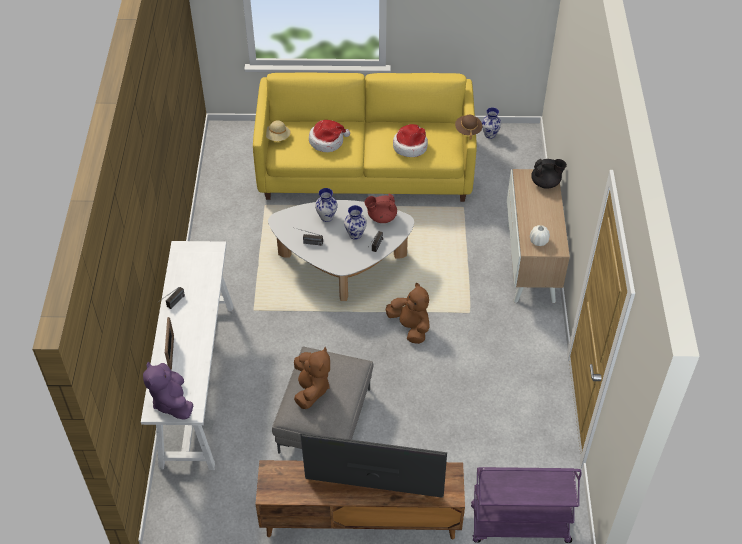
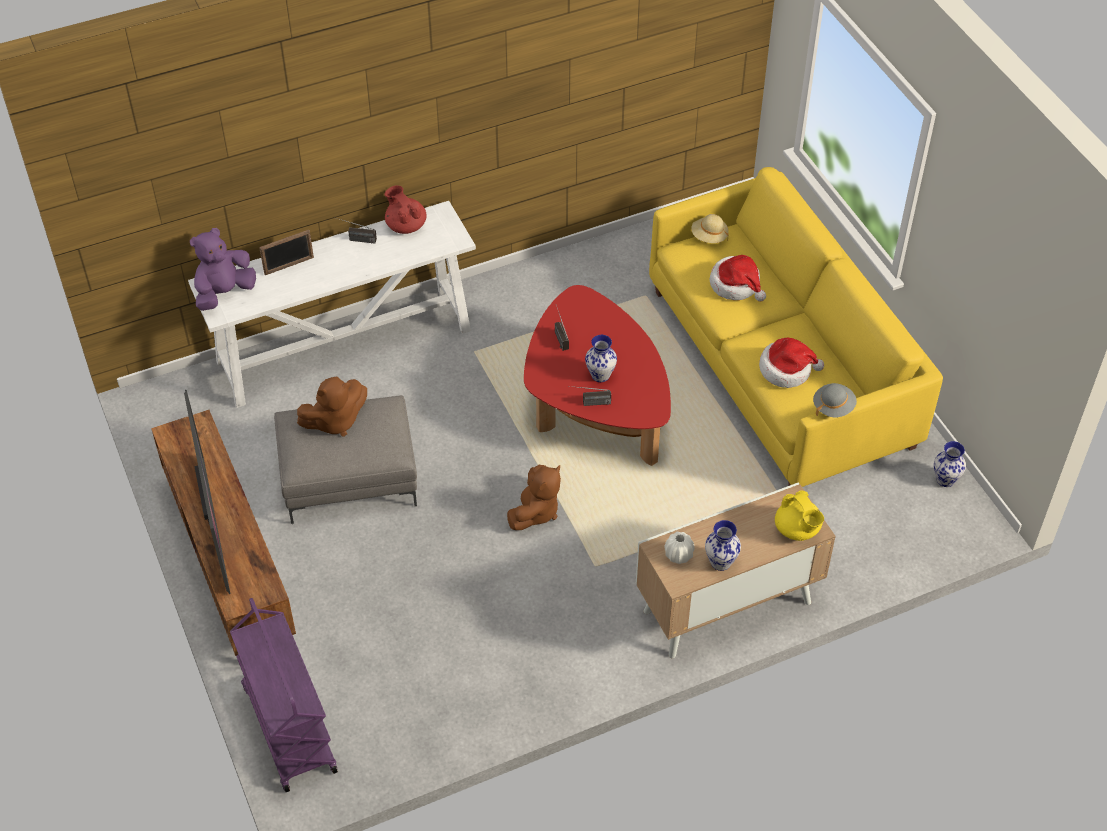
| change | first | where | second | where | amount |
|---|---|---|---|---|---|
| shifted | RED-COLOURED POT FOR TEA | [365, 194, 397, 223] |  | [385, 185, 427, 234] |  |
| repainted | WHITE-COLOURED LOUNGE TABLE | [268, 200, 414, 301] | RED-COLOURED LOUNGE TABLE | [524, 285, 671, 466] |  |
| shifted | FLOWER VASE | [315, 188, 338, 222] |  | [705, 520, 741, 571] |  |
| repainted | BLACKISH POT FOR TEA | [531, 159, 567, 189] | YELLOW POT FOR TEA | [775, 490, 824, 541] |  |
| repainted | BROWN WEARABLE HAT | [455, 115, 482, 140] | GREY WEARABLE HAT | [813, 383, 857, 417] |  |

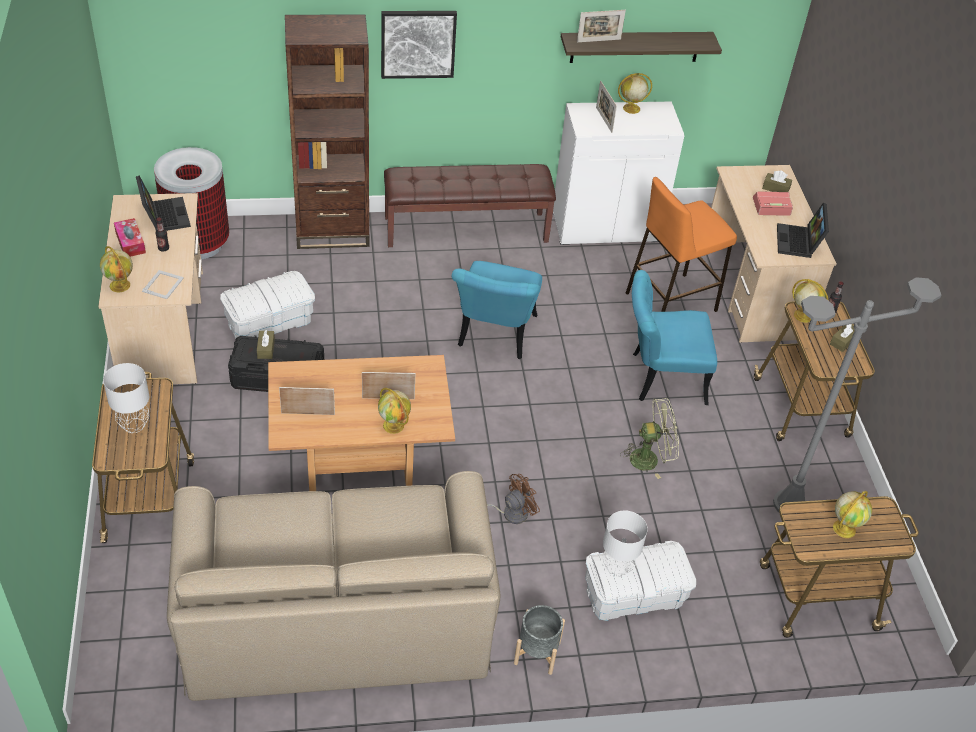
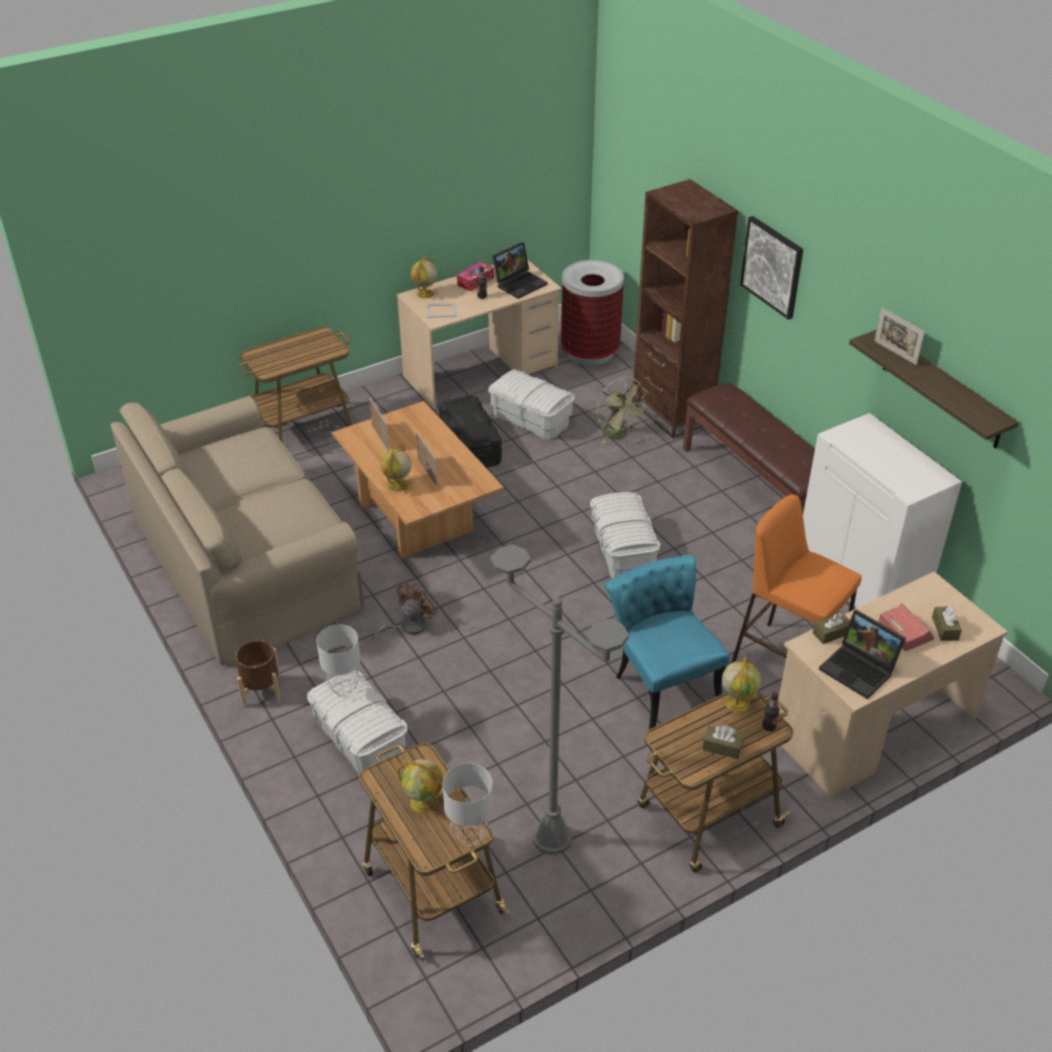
| change | first | where | second | where | amount |
|---|---|---|---|---|---|
| repainted | GREY PLANT POT | [514, 605, 565, 675] | BROWN PLANT POT | [235, 640, 281, 707] |  |
| rotated | BROWN ELECTRIC FAN | [487, 474, 540, 524] |  | [372, 583, 437, 640] | 90 degrees counterclockwise |
| shifted | GREY TABLETOP LAMP | [103, 363, 149, 433] |  | [443, 763, 493, 846] |  |
| swapped | TURQUOISE-COLOURED PLAIN CHAIR | [452, 261, 542, 359] | WHITE-COLOURED STORAGE BOX | [590, 492, 660, 578] |  |
| shifted | GREEN ELECTRIC FAN | [620, 398, 679, 479] |  | [597, 377, 649, 444] |  |
| shifted | BROWN TISSUE HOLDER | [257, 330, 275, 359] |  | [813, 612, 850, 644] |  |
| rotated | PORTABLE COMPUTER | [777, 203, 829, 258] |  | [819, 610, 906, 699] | 120 degrees counterclockwise |
| gone | PICTURE FRAME | [596, 81, 617, 133] |  |  |  |
| gone | GLOBE | [618, 73, 652, 114] |  |  |  |

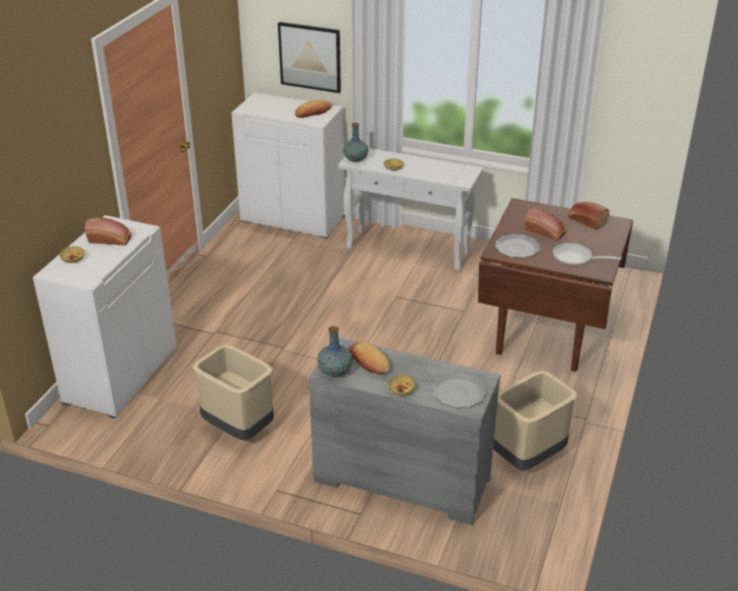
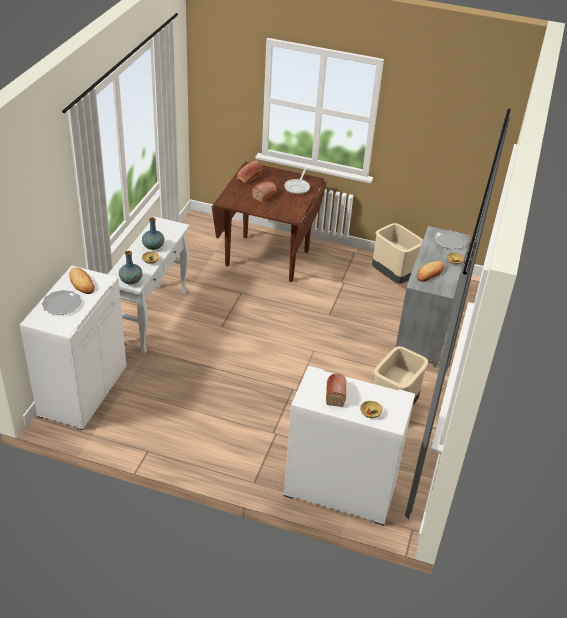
| change | first | where | second | where | amount |
|---|---|---|---|---|---|
| shifted | PLATE | [495, 234, 540, 258] |  | [42, 290, 82, 315] |  |
| shifted | FLOWER VASE | [317, 326, 353, 376] |  | [142, 218, 164, 250] |  |
| gone | WALL PICTURE | [278, 22, 341, 93] |  |  |  |

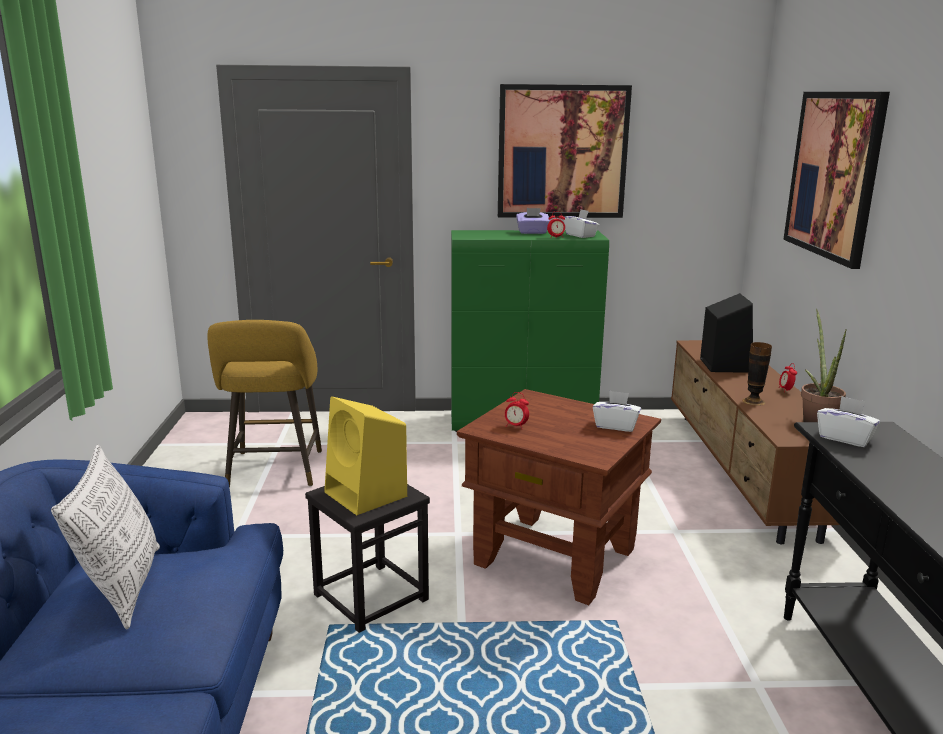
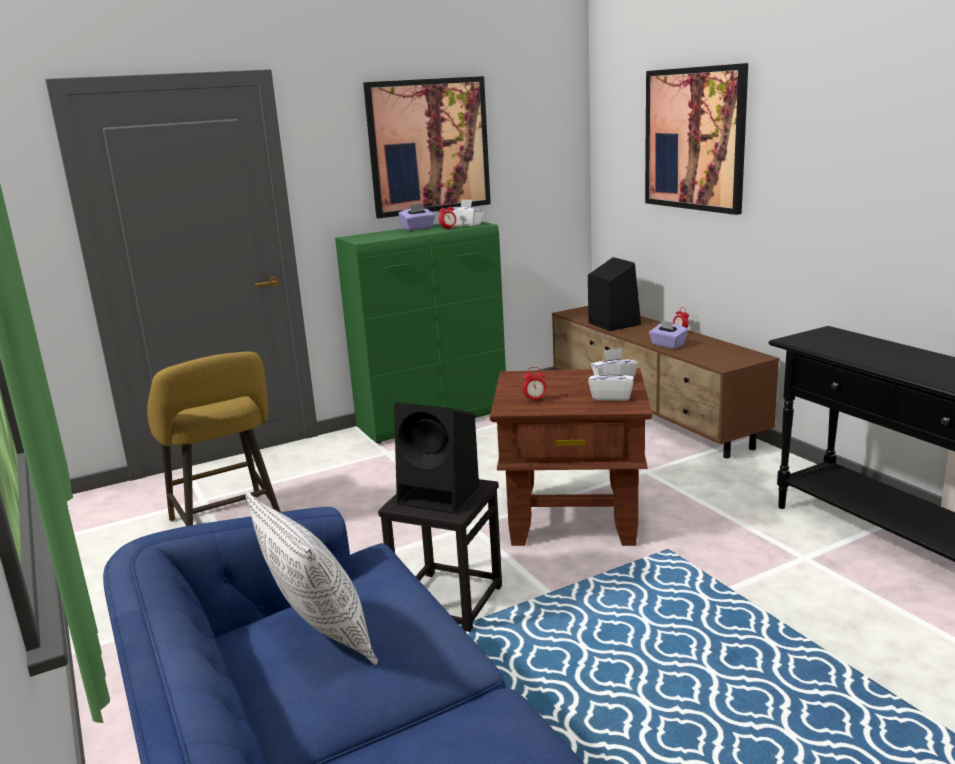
| change | first | where | second | where | amount |
|---|---|---|---|---|---|
| repainted | YELLOW AUDIO SPEAKER | [324, 396, 407, 515] | BLACKISH AUDIO SPEAKER | [394, 402, 479, 514] |  |
| shifted | WHITE-COLOURED TISSUE HOLDER | [817, 396, 880, 447] |  | [588, 363, 634, 401] |  |
| swapped | FLOWER VASE | [742, 342, 772, 406] | PURPLISH TISSUE HOLDER | [649, 320, 688, 349] |  |
| gone | HOUSEPLANT | [801, 309, 847, 422] |  |  |  |

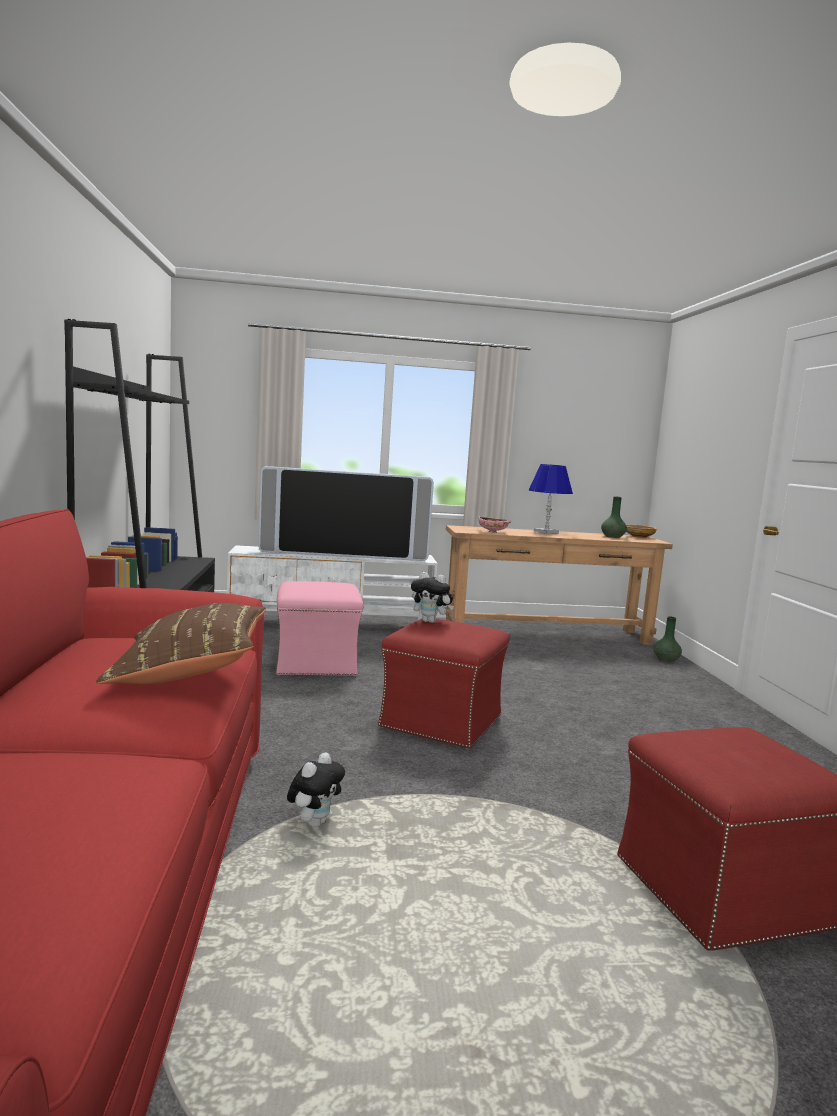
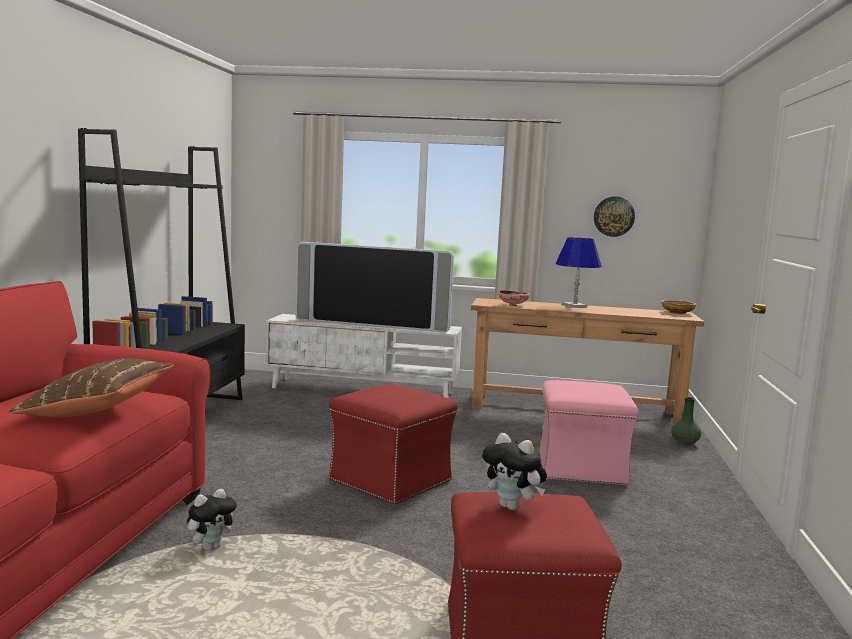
| change | first | where | second | where | amount |
|---|---|---|---|---|---|
| shifted | CUDDLY TOY | [411, 572, 454, 623] |  | [482, 433, 547, 510] |  |
| shifted | PINK-COLOURED OTTOMAN | [276, 581, 363, 676] |  | [539, 380, 639, 486] |  |
| new |  |  | WALL CLOCK | [594, 197, 635, 237] |  |
| gone | GREEN FLOWER VASE | [601, 496, 627, 538] |  |  |  |

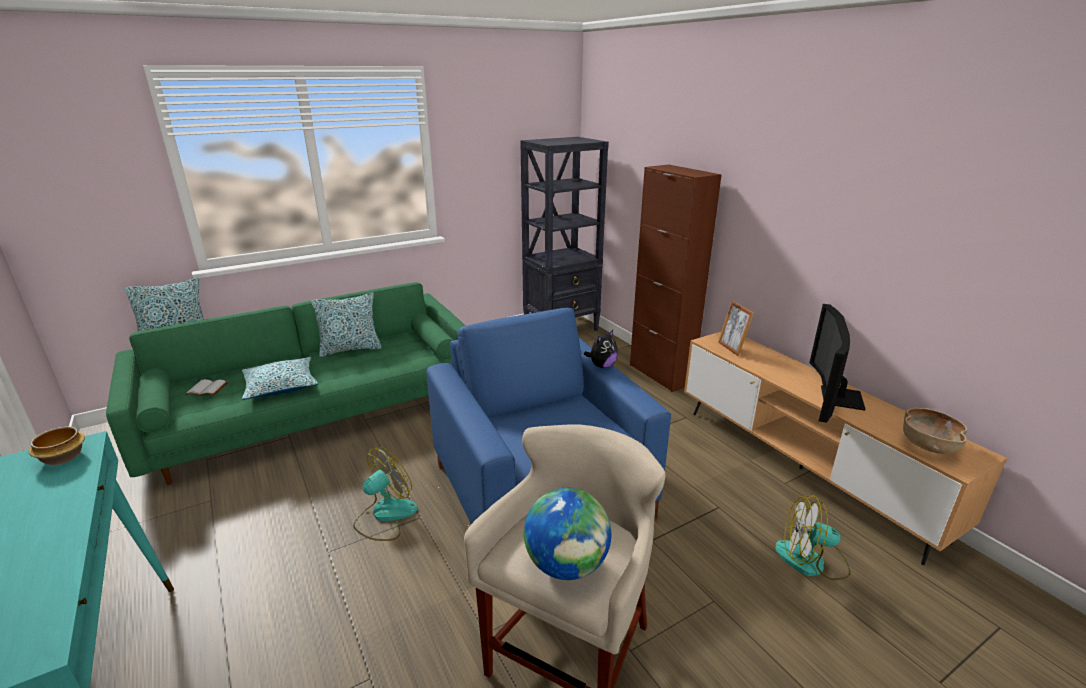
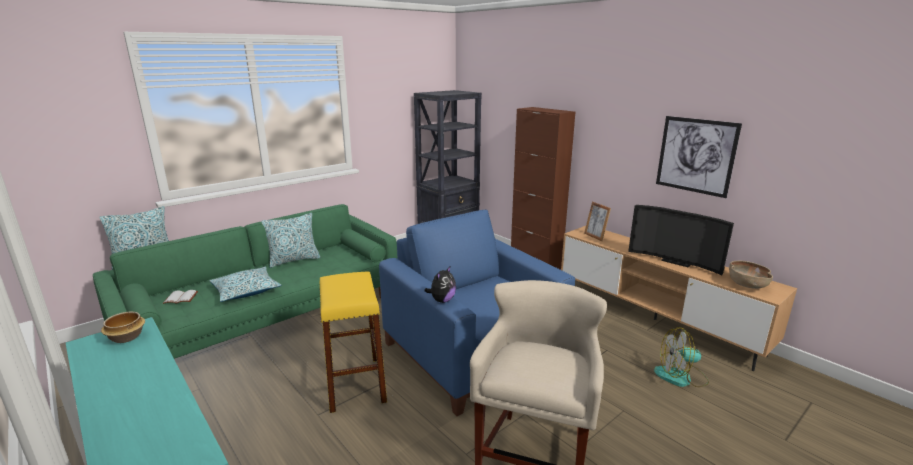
| change | first | where | second | where | amount |
|---|---|---|---|---|---|
| swapped | ELECTRIC FAN | [353, 447, 418, 541] | YELLOW STOOL | [319, 272, 387, 413] |  |
| shifted | CUDDLY TOY | [584, 330, 618, 368] |  | [424, 265, 456, 303] |  |
| rotated | TELEVISION | [809, 304, 865, 423] |  | [628, 205, 734, 275] | 60 degrees counterclockwise |
| new |  |  | WALL PICTURE | [656, 116, 742, 198] |  |
| gone | GLOBE | [524, 488, 611, 580] |  |  |  |

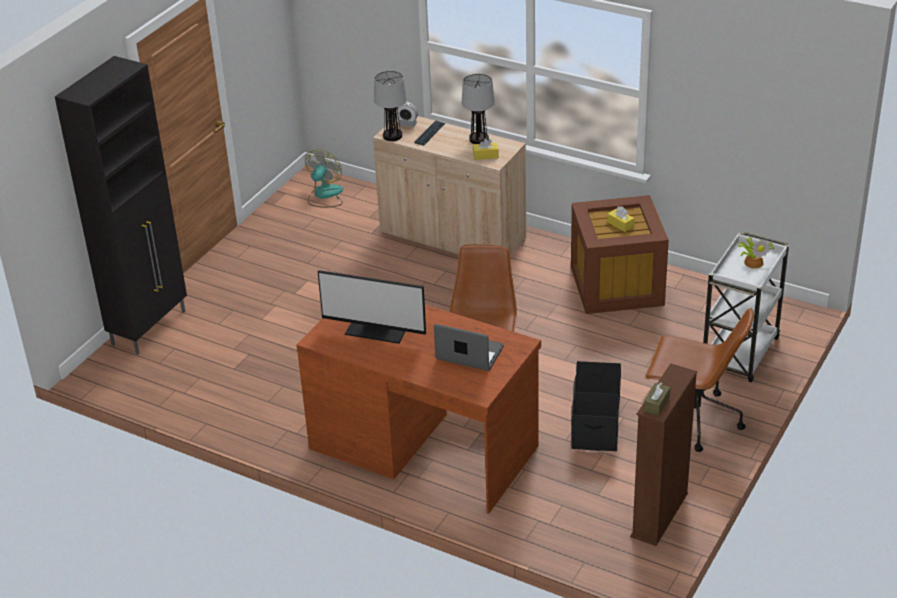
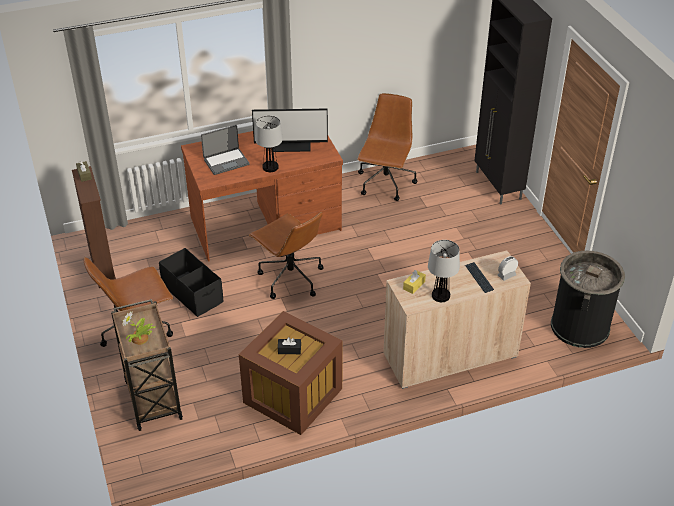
| change | first | where | second | where | amount |
|---|---|---|---|---|---|
| repainted | WHITE-COLOURED CART | [703, 232, 789, 382] | BROWN CART | [111, 299, 183, 431] |  |
| rotated | MONITOR | [318, 270, 426, 344] |  | [252, 108, 328, 152] | 150 degrees counterclockwise |
| shifted | TABLETOP LAMP | [374, 71, 407, 141] |  | [255, 115, 283, 172] |  |
| repainted | YELLOW TISSUE HOLDER | [607, 206, 634, 232] | BLACKISH TISSUE HOLDER | [278, 337, 301, 354] |  |
| new |  |  | BROWN COMPUTER CHAIR | [357, 93, 418, 201] |  |
| swapped | ELECTRIC FAN | [305, 149, 343, 208] | BLACKISH WASTE BIN | [551, 251, 625, 348] |  |

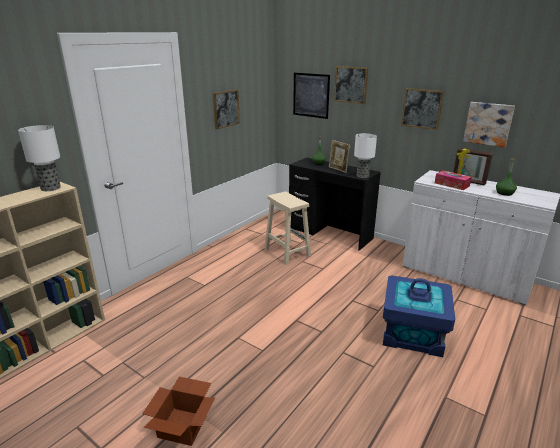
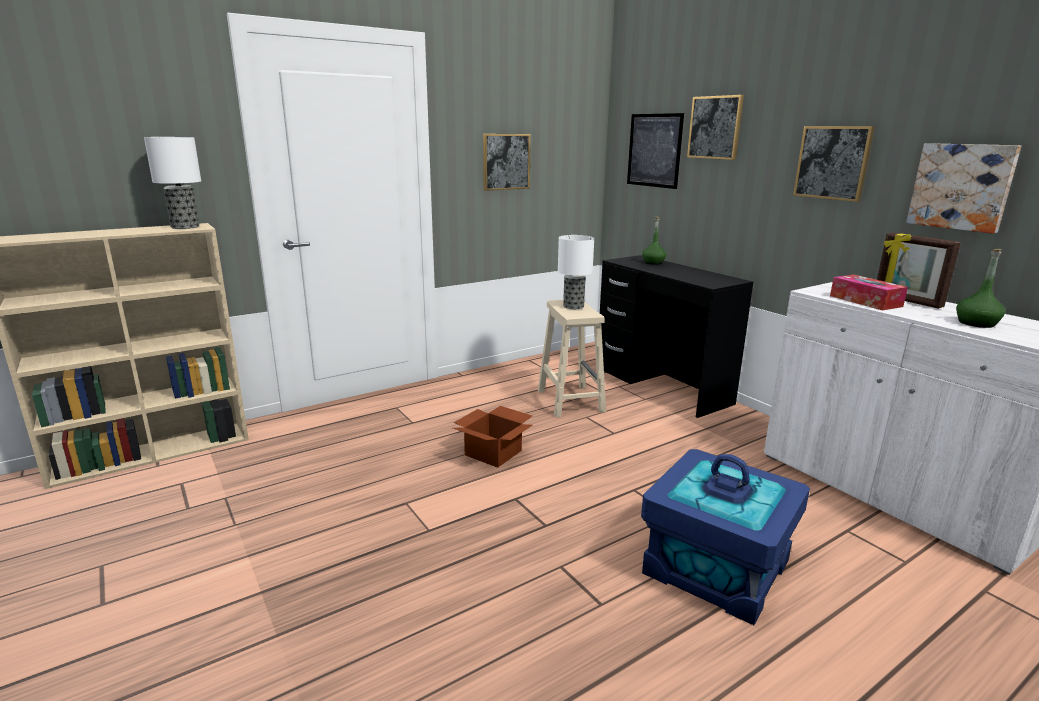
| change | first | where | second | where | amount |
|---|---|---|---|---|---|
| shifted | CARDBOARD BOX | [142, 377, 215, 446] |  | [453, 406, 532, 468] |  |
| shifted | TABLETOP LAMP | [354, 133, 377, 178] |  | [558, 235, 594, 309] |  |
| gone | PICTURE FRAME | [329, 140, 350, 173] |  |  |  |

